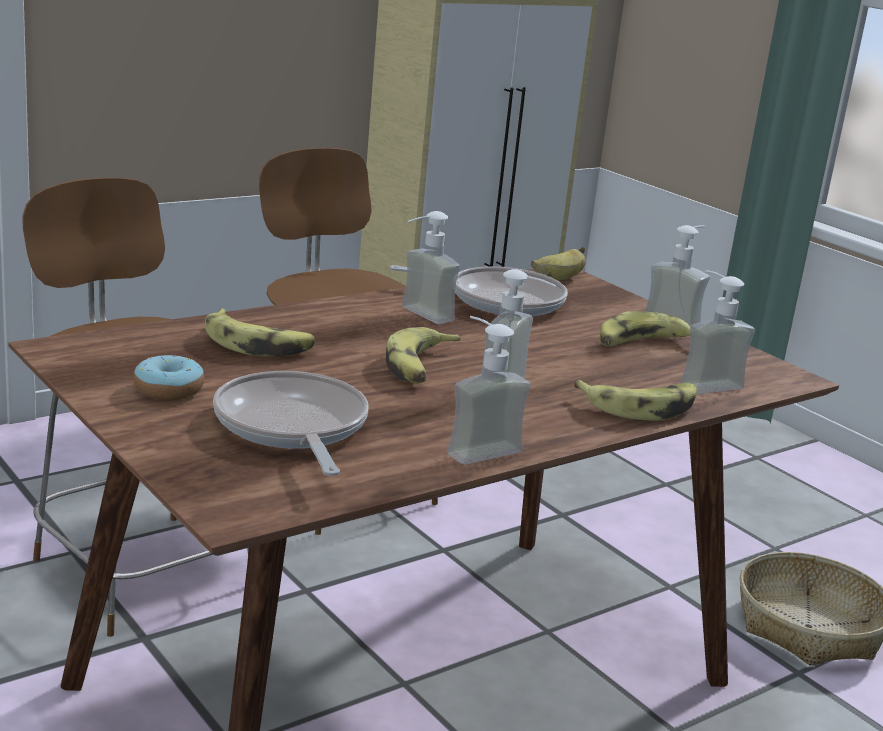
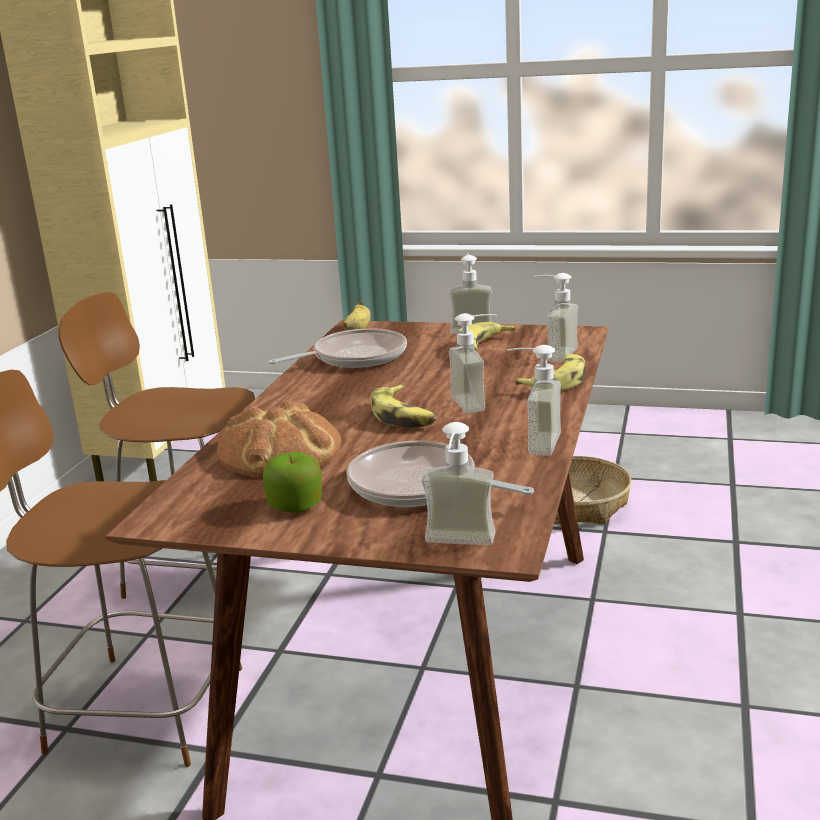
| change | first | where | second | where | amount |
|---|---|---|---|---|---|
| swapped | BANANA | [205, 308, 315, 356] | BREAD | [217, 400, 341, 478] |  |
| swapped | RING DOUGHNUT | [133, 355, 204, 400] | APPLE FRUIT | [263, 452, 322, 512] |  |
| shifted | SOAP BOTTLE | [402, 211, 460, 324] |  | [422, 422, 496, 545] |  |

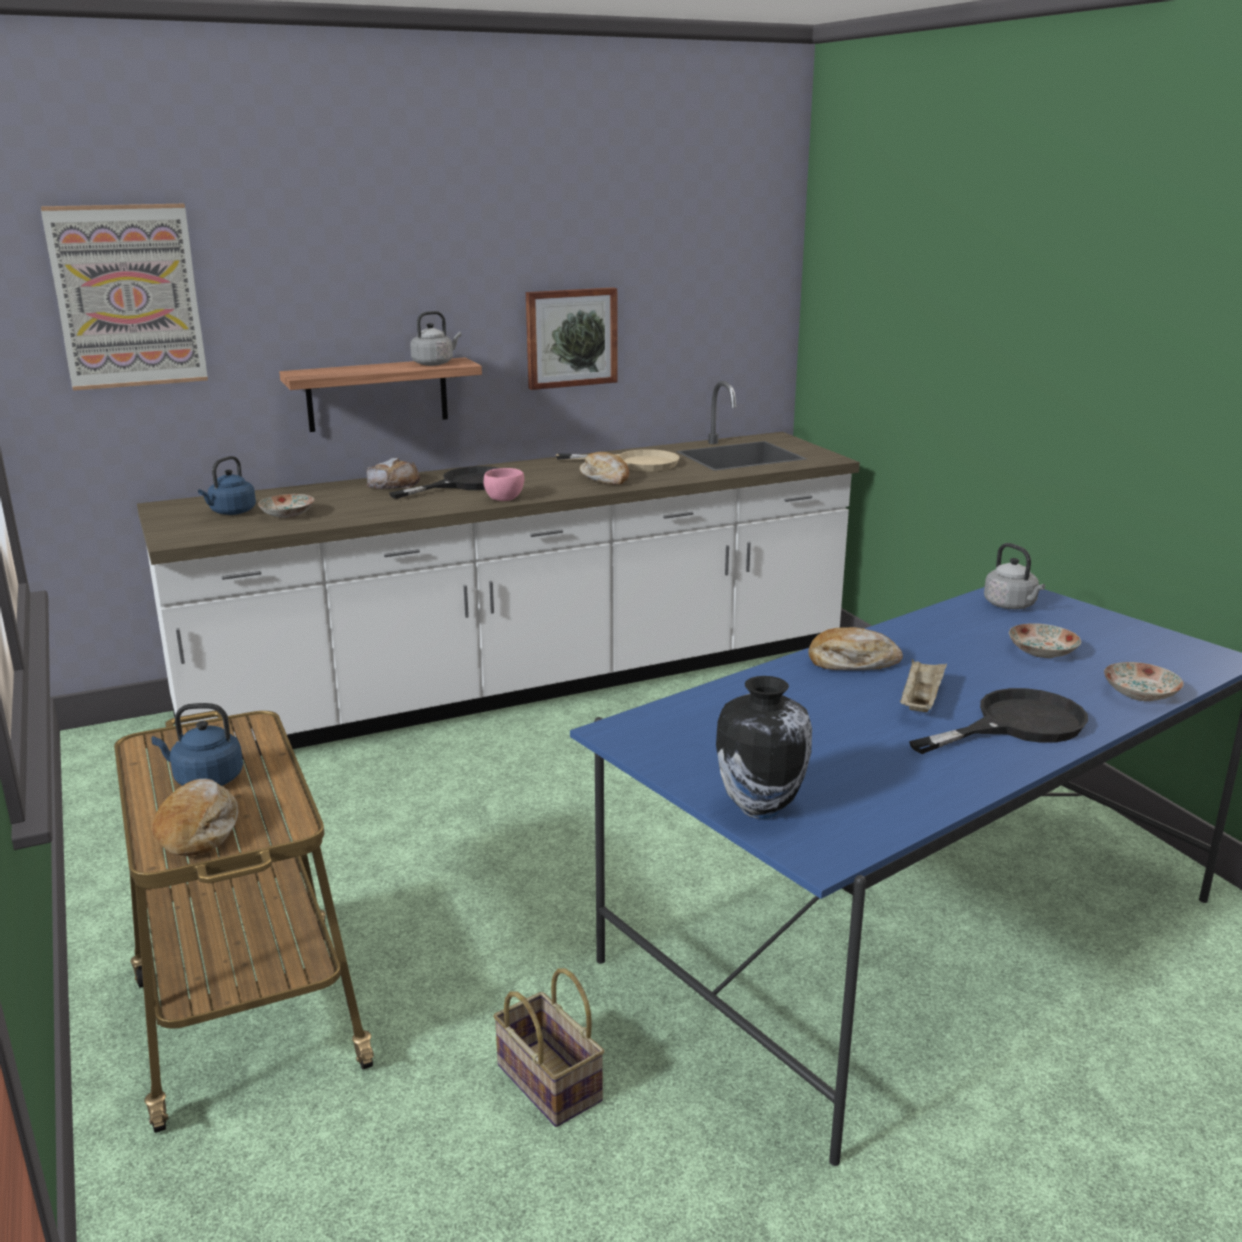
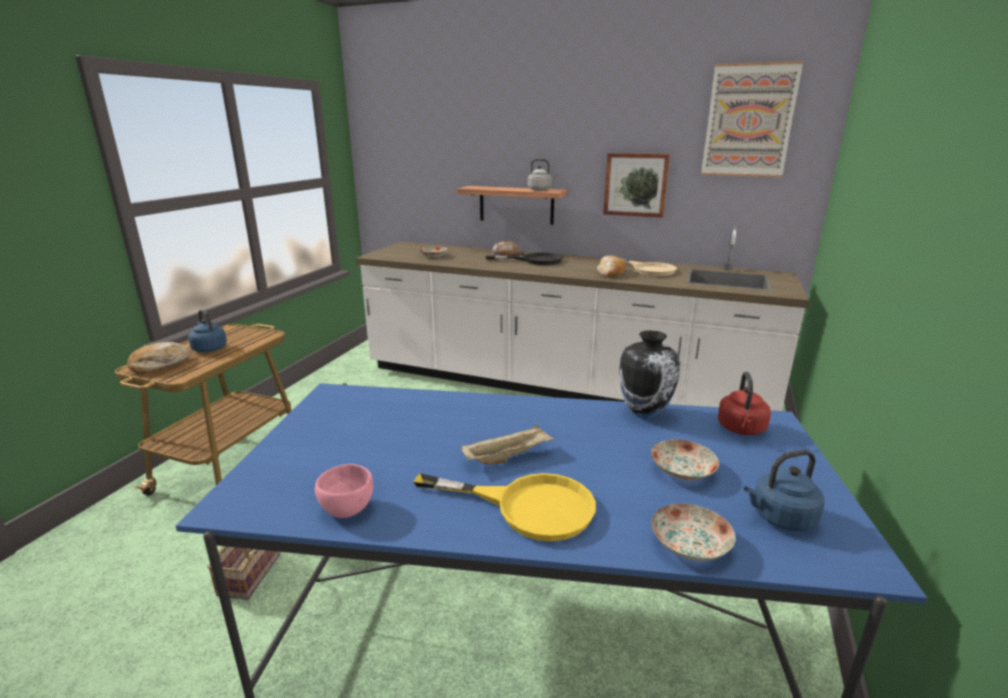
| change | first | where | second | where | amount |
|---|---|---|---|---|---|
| shifted | PINK-COLOURED SERVING BOWL | [483, 468, 524, 501] |  | [315, 464, 373, 518] |  |
| repainted | BLACKISH FRYING PAN | [909, 688, 1088, 754] | YELLOW FRYING PAN | [414, 473, 596, 542] |  |
| shifted | FLOWER VASE | [716, 676, 812, 819] |  | [619, 330, 680, 419] |  |
| shifted | WALL PICTURE | [41, 204, 208, 391] |  | [701, 61, 803, 177] |  |
| repainted | GREY KETTLE | [984, 543, 1045, 609] | RED-COLOURED KETTLE | [718, 372, 771, 435] |  |
| shifted | BLUISH KETTLE | [198, 456, 256, 515] |  | [744, 450, 824, 531] |  |
| gone | BREAD | [808, 627, 903, 670] |  |  |  |

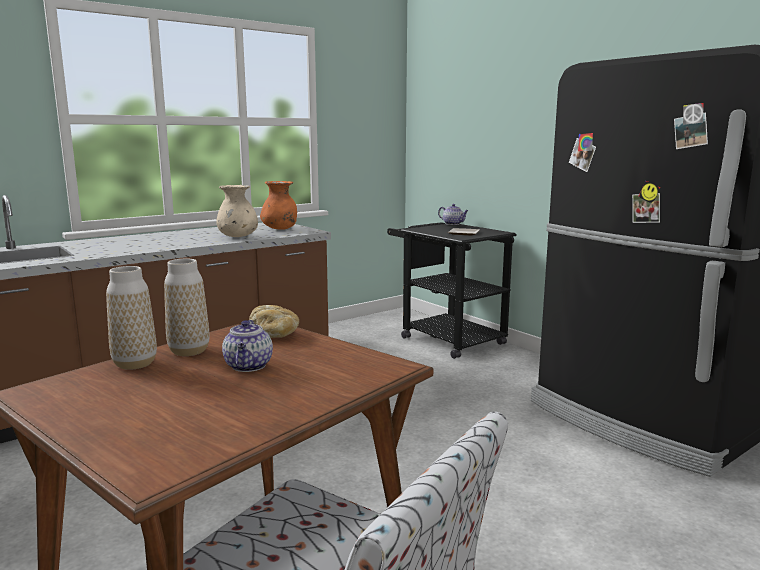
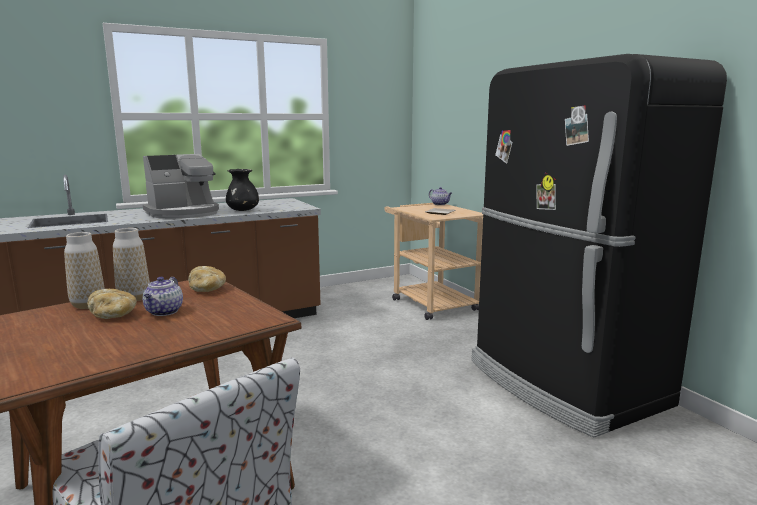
| change | first | where | second | where | amount |
|---|---|---|---|---|---|
| new |  |  | BREAD | [87, 289, 137, 319] |  |
| new |  |  | COFFEE MAKER | [143, 154, 219, 219] |  |
| repainted | BEIGE FLOWER VASE | [216, 185, 258, 237] | BLACKISH FLOWER VASE | [226, 169, 259, 211] |  |
| repainted | BLACKISH CART | [387, 222, 516, 359] | BEIGE CART | [384, 203, 483, 320] |  |
| gone | ORANGEY FLOWER VASE | [260, 181, 297, 230] |  |  |  |

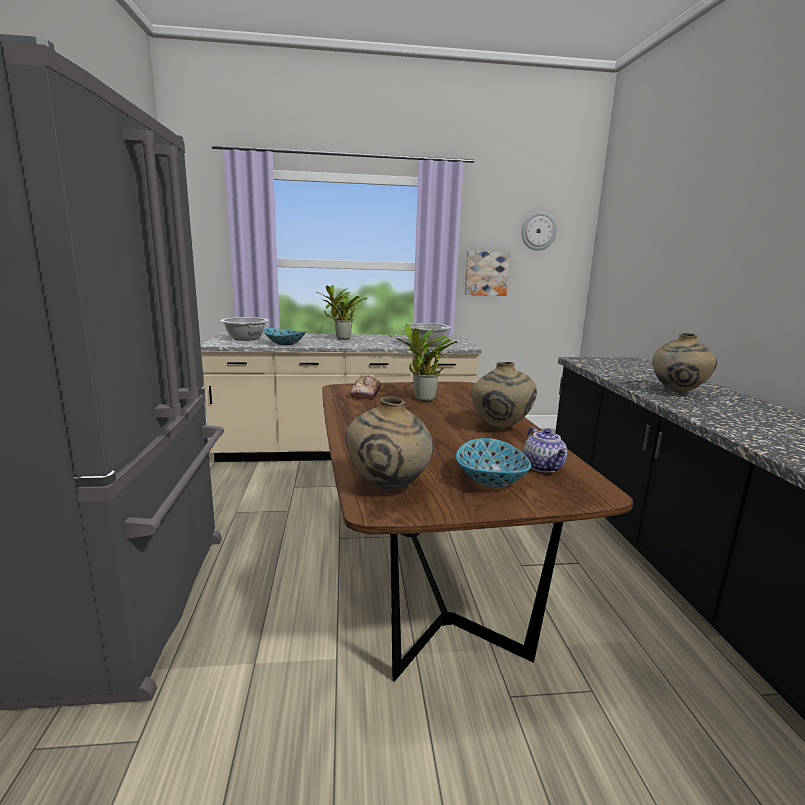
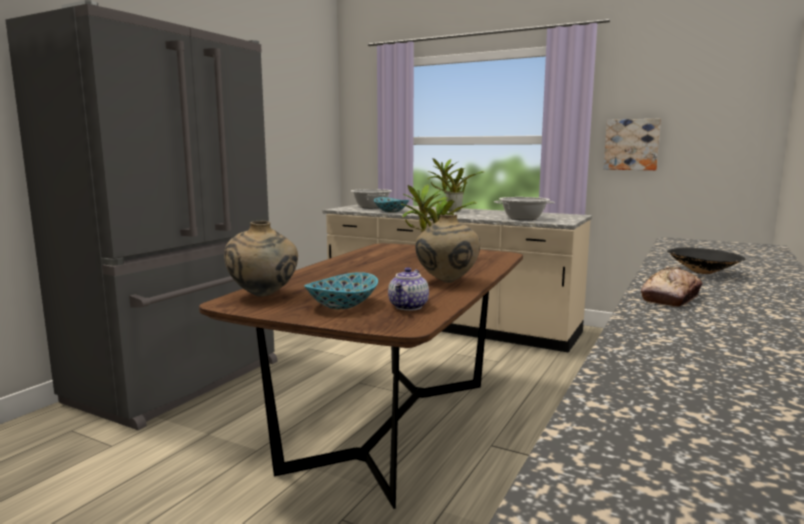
| change | first | where | second | where | amount |
|---|---|---|---|---|---|
| shifted | BREAD | [350, 375, 381, 400] |  | [641, 267, 703, 307] |  |
| swapped | BEIGE FLOWER VASE | [653, 333, 717, 393] | BLACKISH SERVING BOWL | [667, 247, 745, 274] |  |
| gone | WALL CLOCK | [521, 212, 557, 251] |  |  |  |

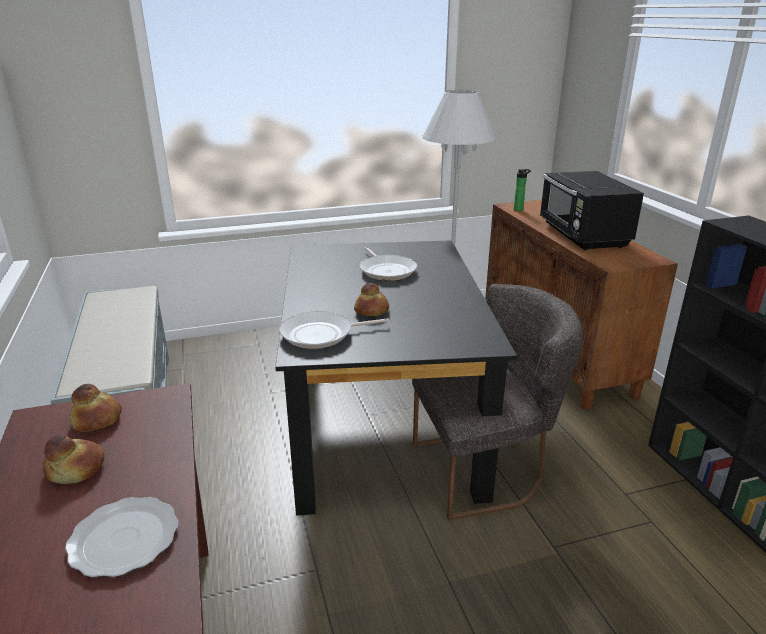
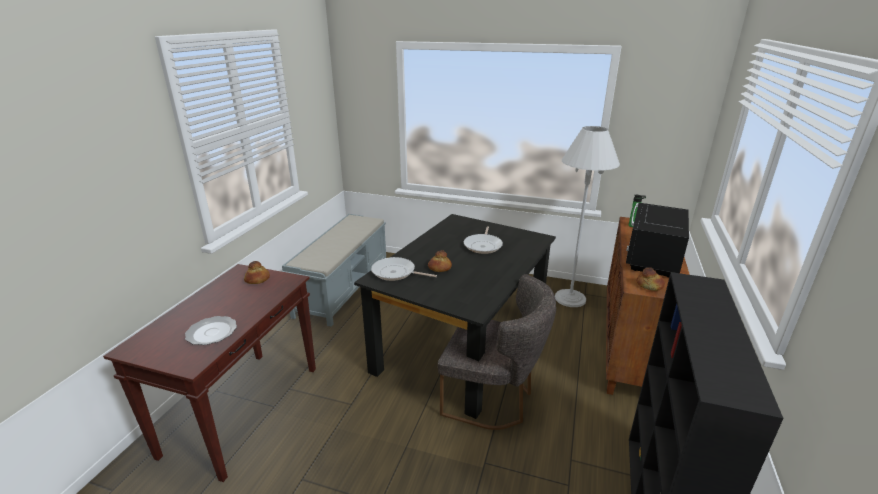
| change | first | where | second | where | amount |
|---|---|---|---|---|---|
| shifted | BREAD | [43, 435, 104, 484] |  | [636, 267, 665, 291] |  |

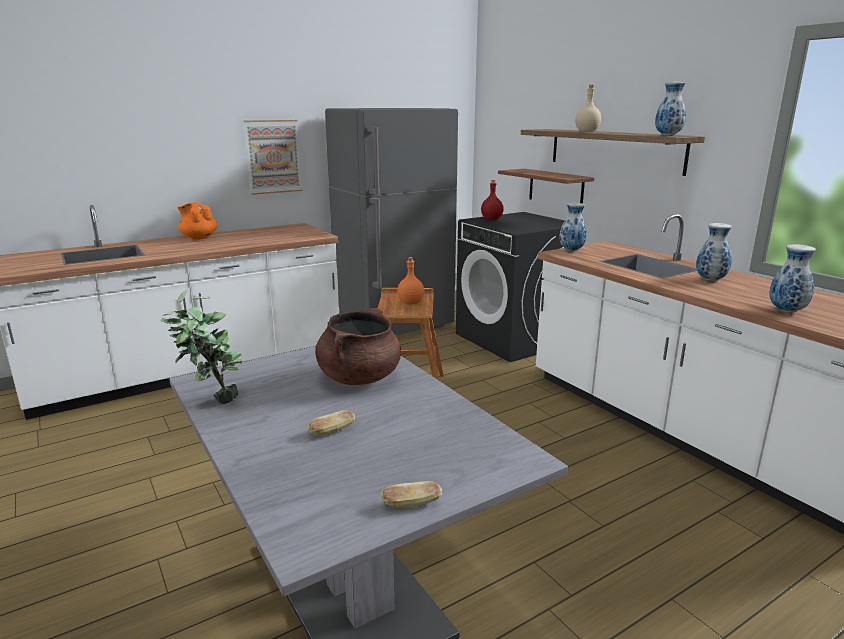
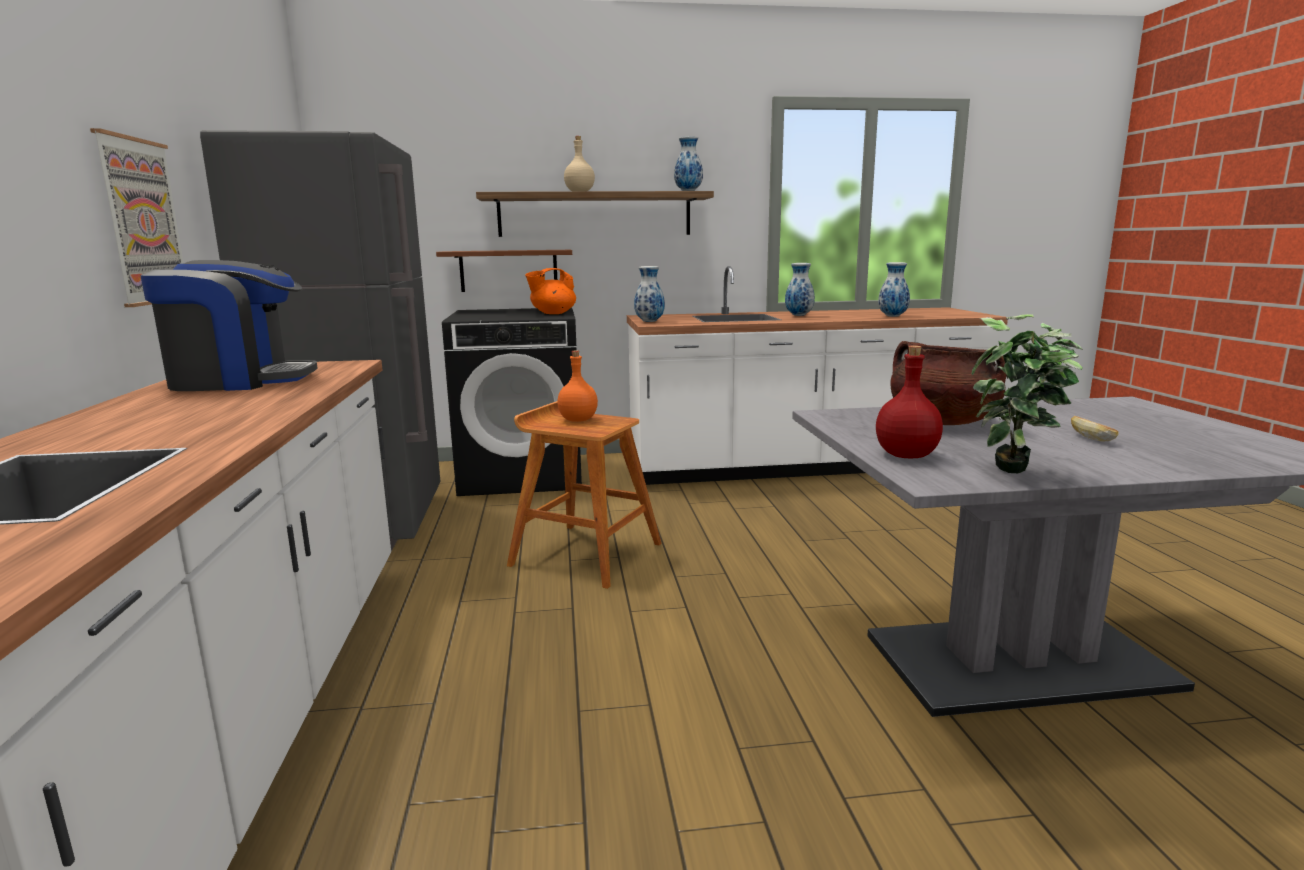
| change | first | where | second | where | amount |
|---|---|---|---|---|---|
| new |  |  | COFFEE MAKER | [140, 260, 317, 391] |  |
| shifted | ORANGEY POT FOR TEA | [177, 202, 218, 239] |  | [525, 268, 576, 314] |  |
| shifted | RED-COLOURED BEVERAGE BOTTLE | [481, 180, 504, 220] |  | [876, 345, 943, 458] |  |
| gone | BREAD | [382, 481, 442, 508] |  |  |  |

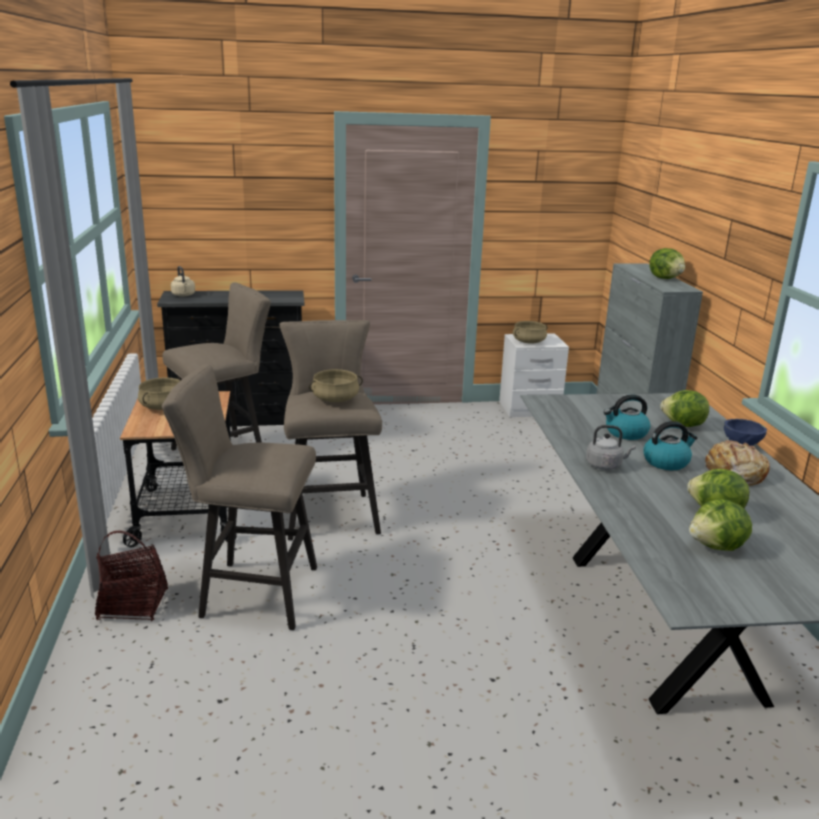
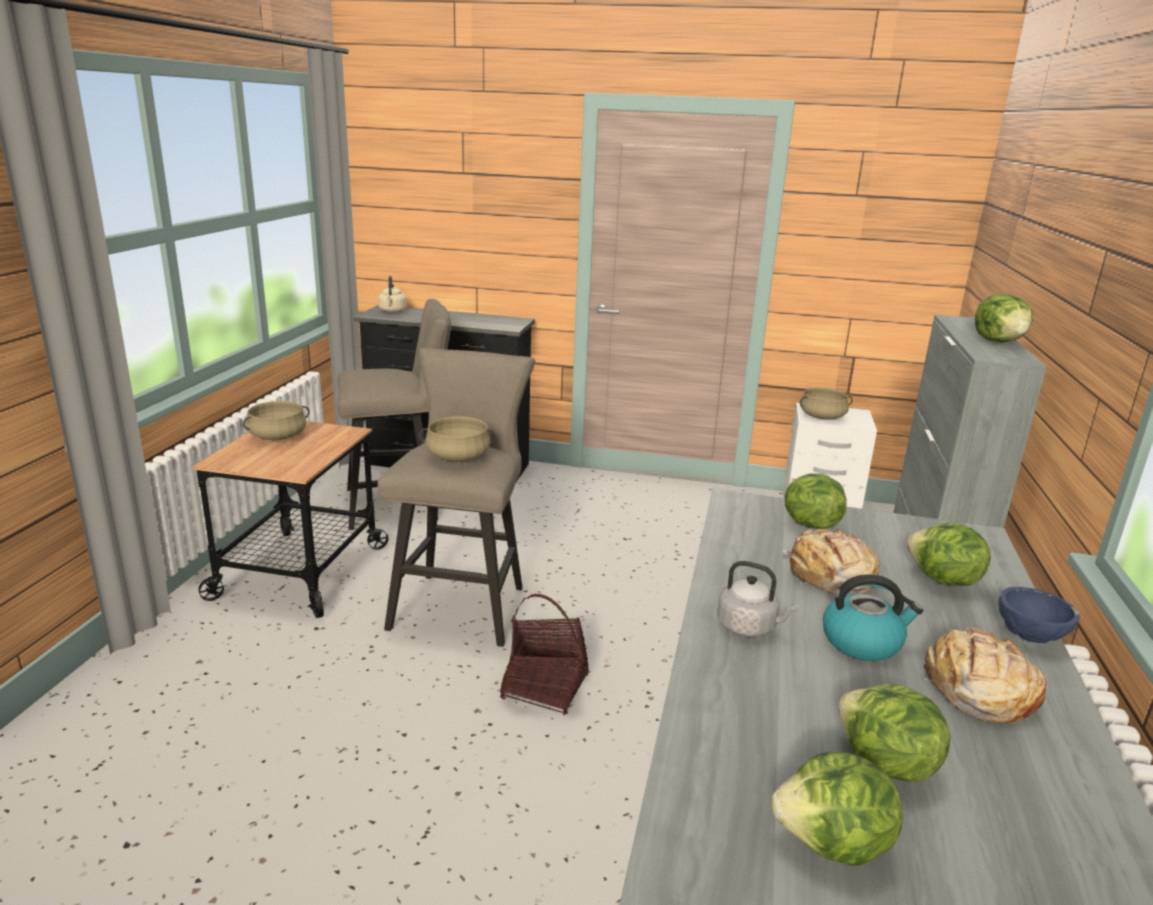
| change | first | where | second | where | amount |
|---|---|---|---|---|---|
| shifted | HOUSEHOLD BASKET | [94, 530, 168, 621] |  | [500, 594, 589, 716] |  |
| swapped | KETTLE | [603, 395, 650, 440] | BREAD | [783, 529, 879, 595] |  |
| new |  |  | LETTUCE HEAD | [785, 473, 847, 529] |  |
| gone | BEIGE STOOL | [162, 364, 317, 630] |  |  |  |

